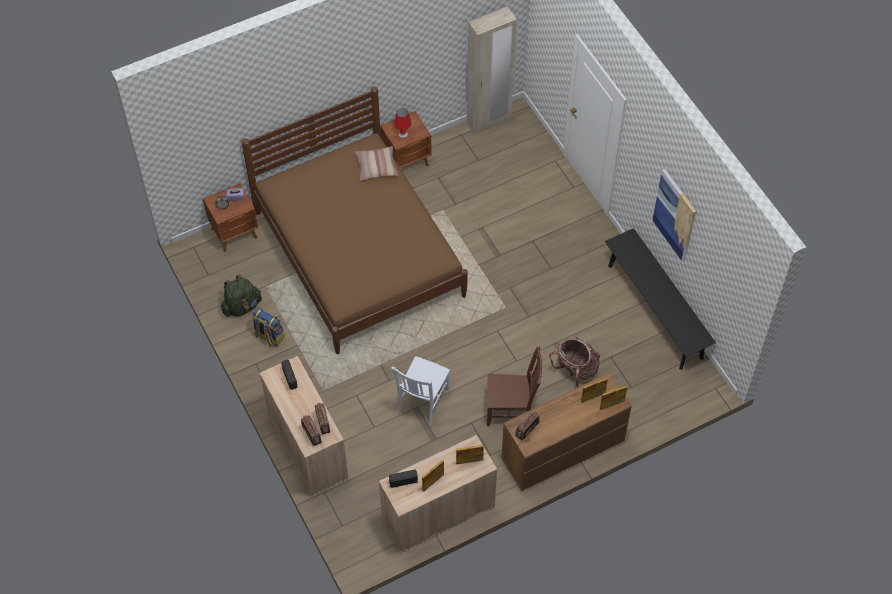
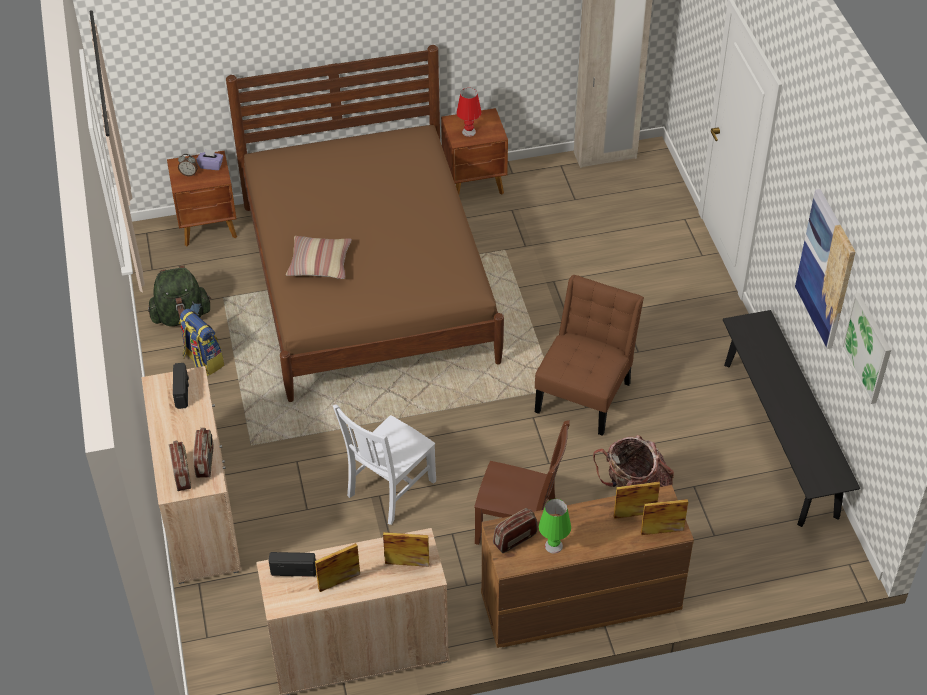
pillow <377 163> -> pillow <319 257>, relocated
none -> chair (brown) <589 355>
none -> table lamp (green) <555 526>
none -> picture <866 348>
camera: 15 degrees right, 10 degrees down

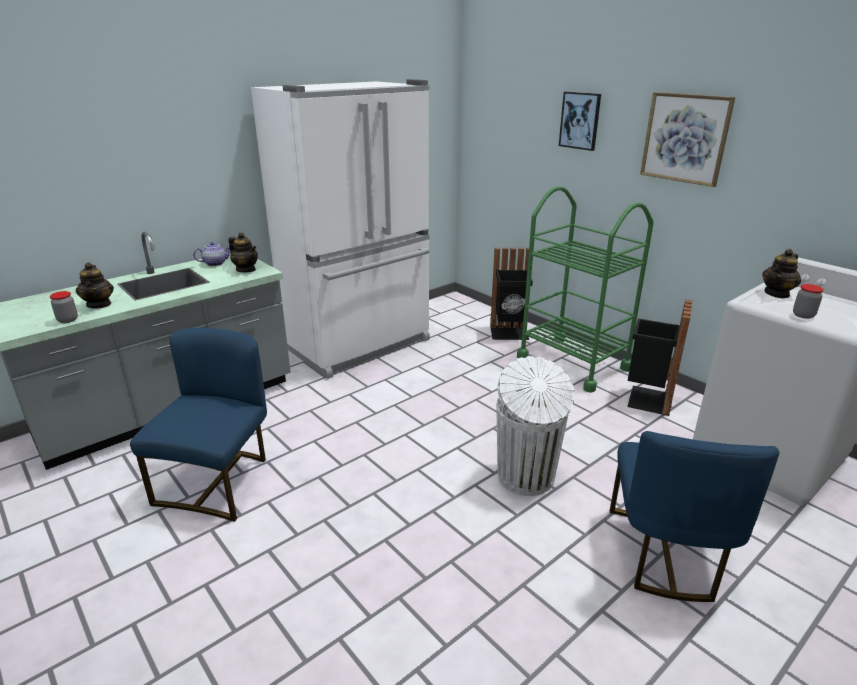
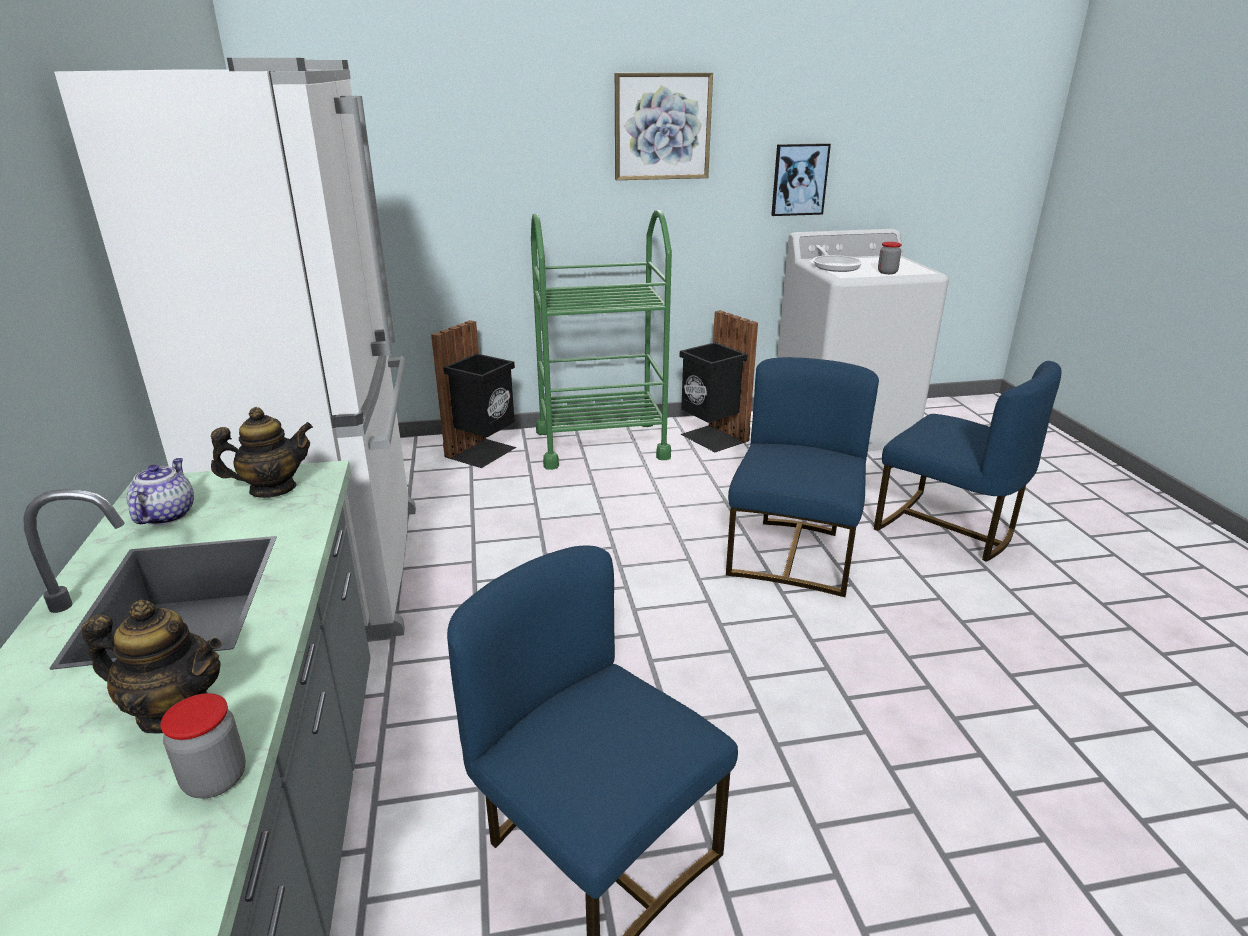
trash can (white) <535 426> -> chair (blue) <802 477>
picture <580 121> -> picture <801 179>, relocated
teapot <781 274> -> frying pan <837 258>
camera: 60 degrees left, 0 degrees up

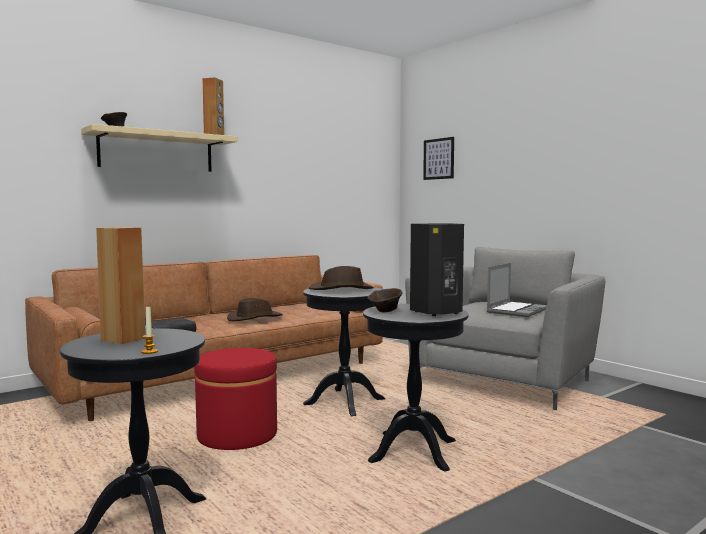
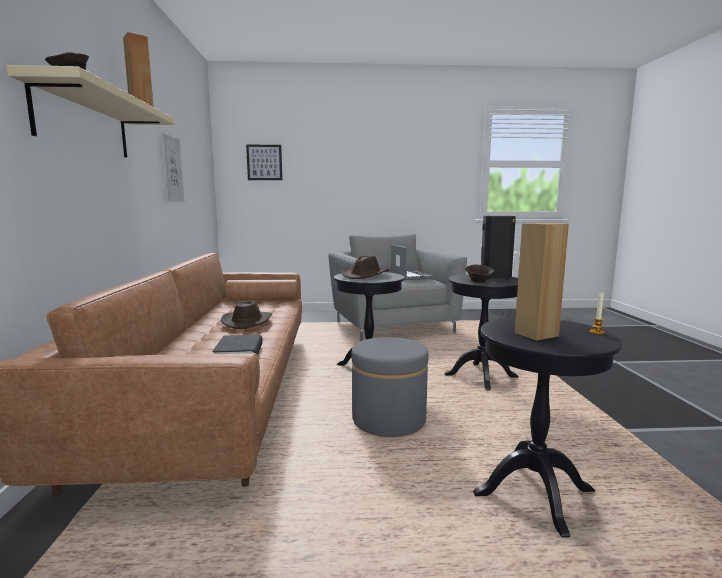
none -> picture <172 167>
ottoman (red) <235 399> -> ottoman (grey) <390 387>
camera: 55 degrees left, 5 degrees up

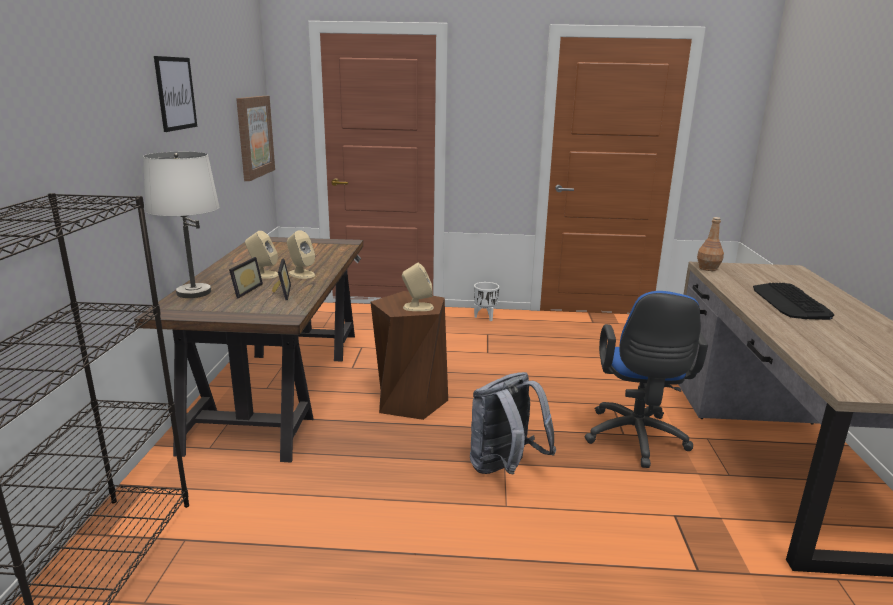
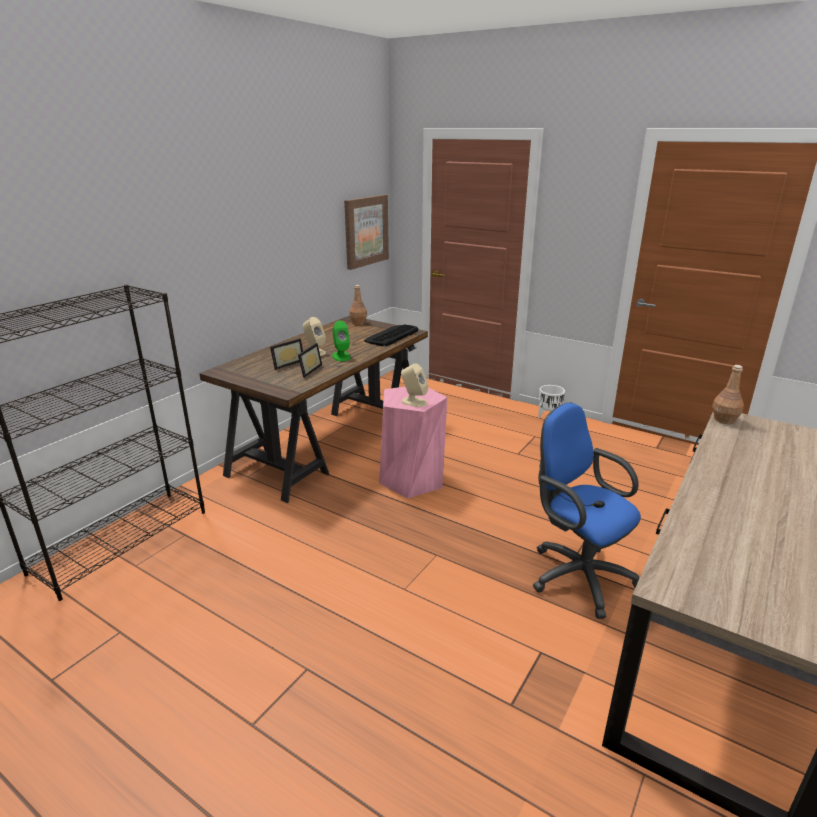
speaker (beige) <301 254> -> speaker (green) <341 341>
none -> bottle (brown) <358 305>
keyboard <793 301> -> keyboard <391 335>, relocated
stool (brown) <409 355> -> stool (pink) <413 443>
office chair (blue) <646 379> -> office chair (blue) <587 510>, 105 degrees clockwise
table lamp (white) <181 225> -> none
picture <175 94> -> none
backpack (grey) <513 423> -> none
camera: 30 degrees right, 5 degrees up

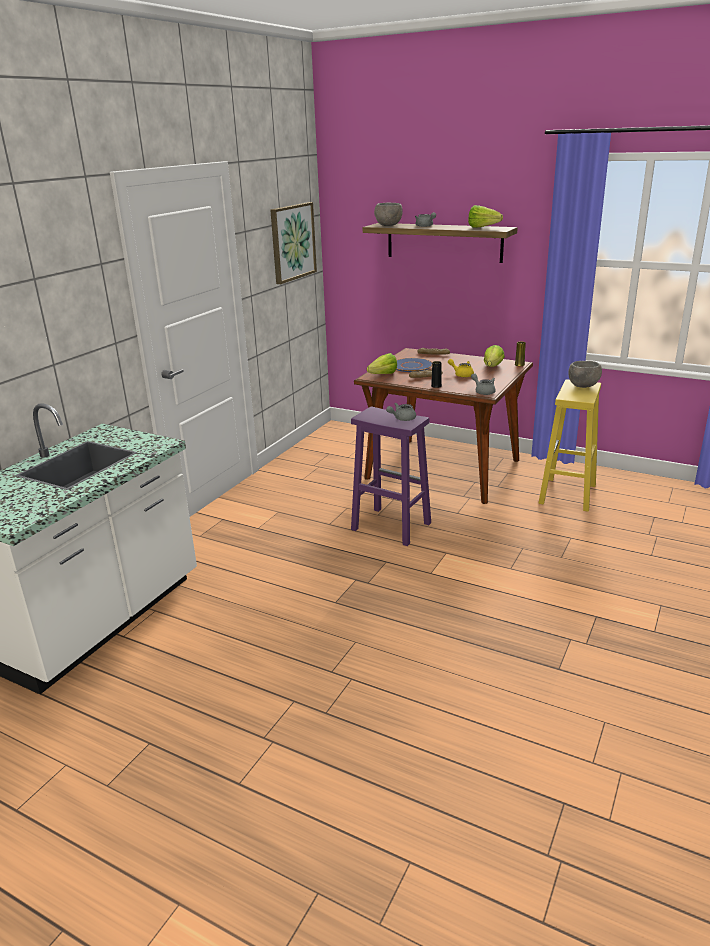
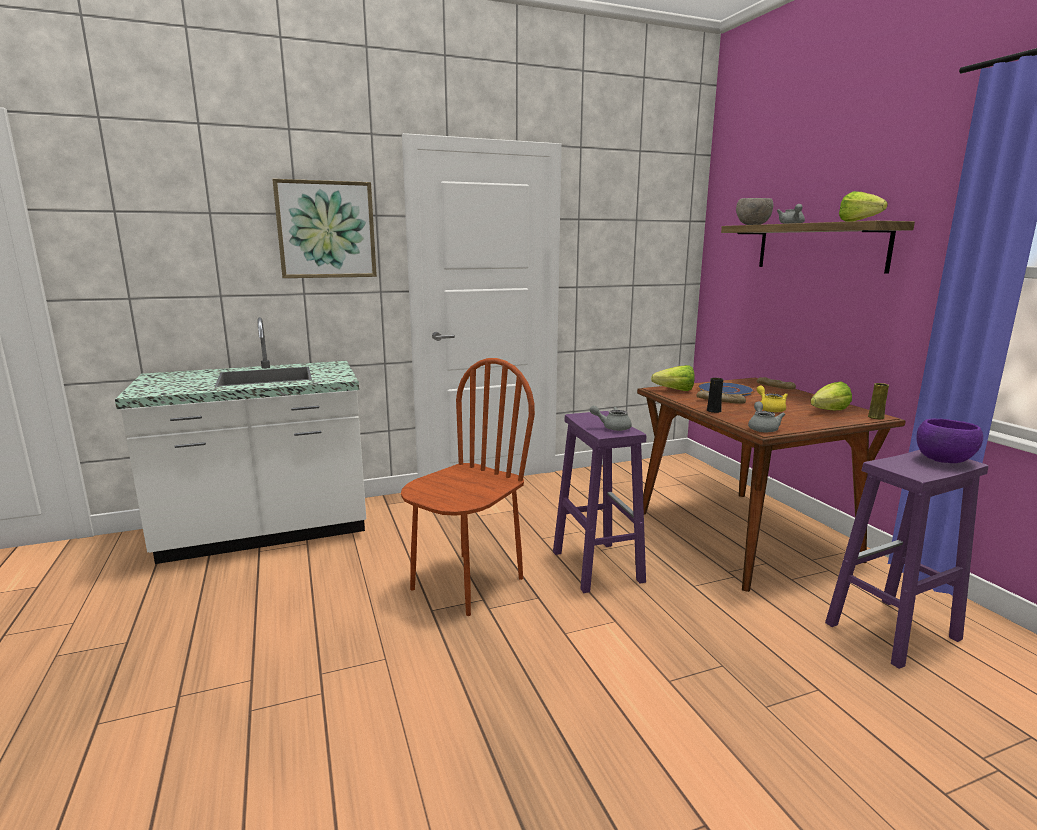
picture <293 243> -> picture <324 228>, relocated
none -> chair (brown) <468 487>
stool (yellow) <569 446> -> stool (purple) <906 559>
bowl (grey) <585 374> -> bowl (purple) <950 441>
camera: 40 degrees right, 10 degrees down

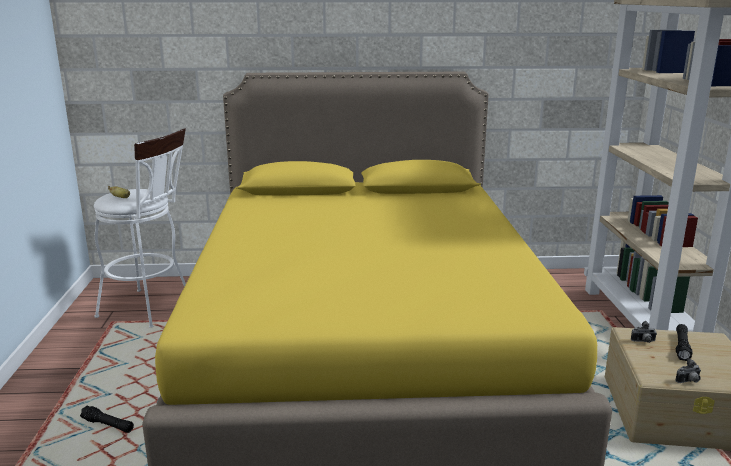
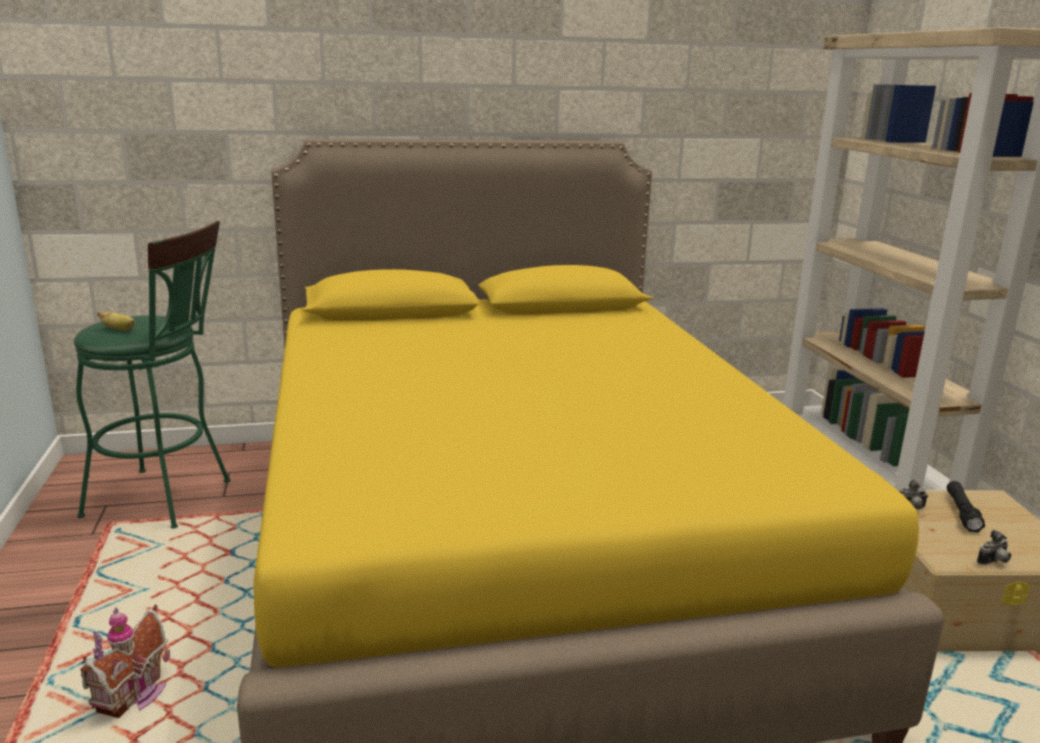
stool (white) <140 228> -> stool (green) <152 374>
flashlight (black) <107 419> -> toy house <126 661>
camera: 10 degrees left, 0 degrees up

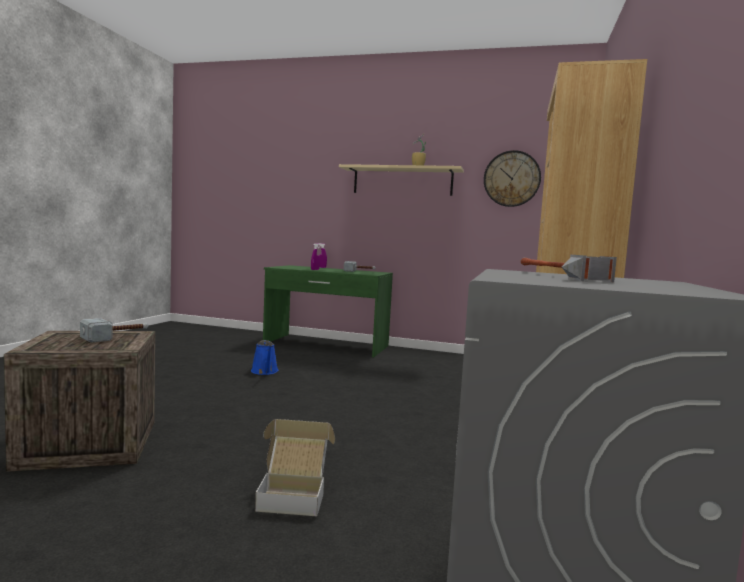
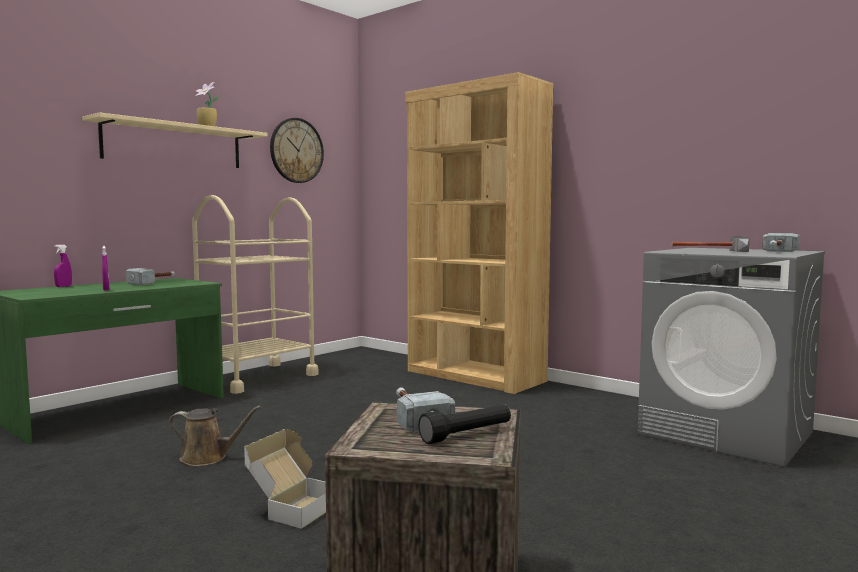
watering can (blue) <265 357> -> watering can (brown) <215 435>
none -> cart (beige) <255 294>
cardboard box <295 467> -> cardboard box <285 479>, relocated
none -> flashlight (black) <464 424>
none -> hammer <781 242>
camera: 65 degrees left, 0 degrees up

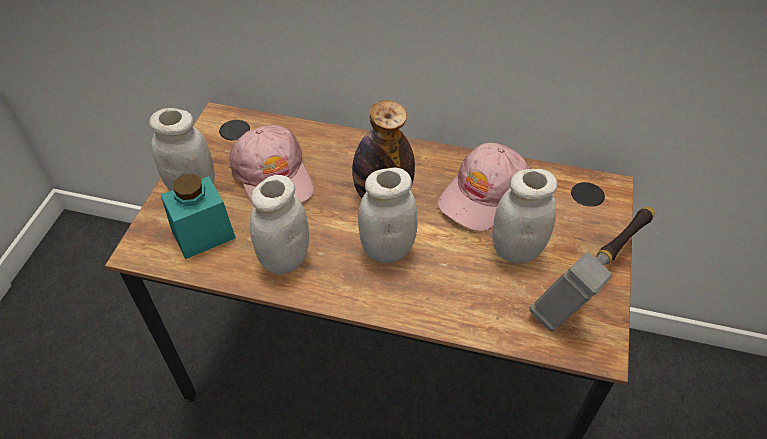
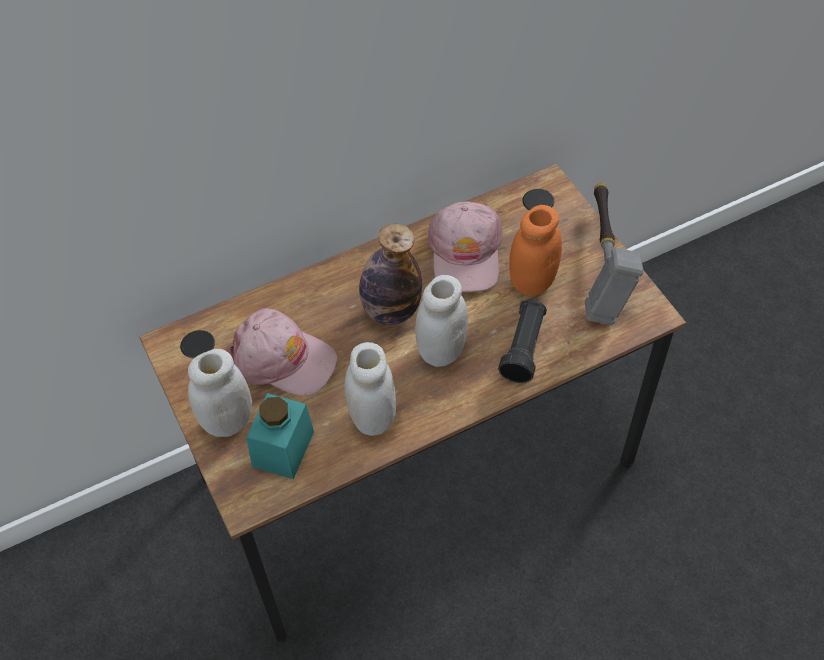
none -> flashlight (black) <522 341>
jar (white) <524 216> -> jar (orange) <535 250>
camera: 40 degrees left, 5 degrees up

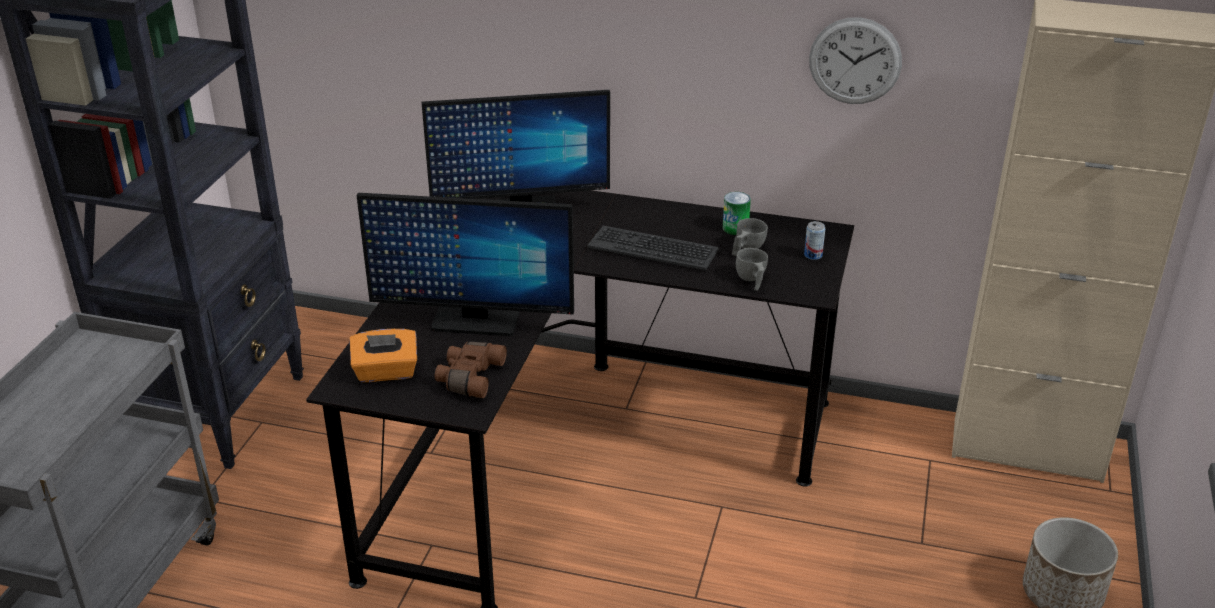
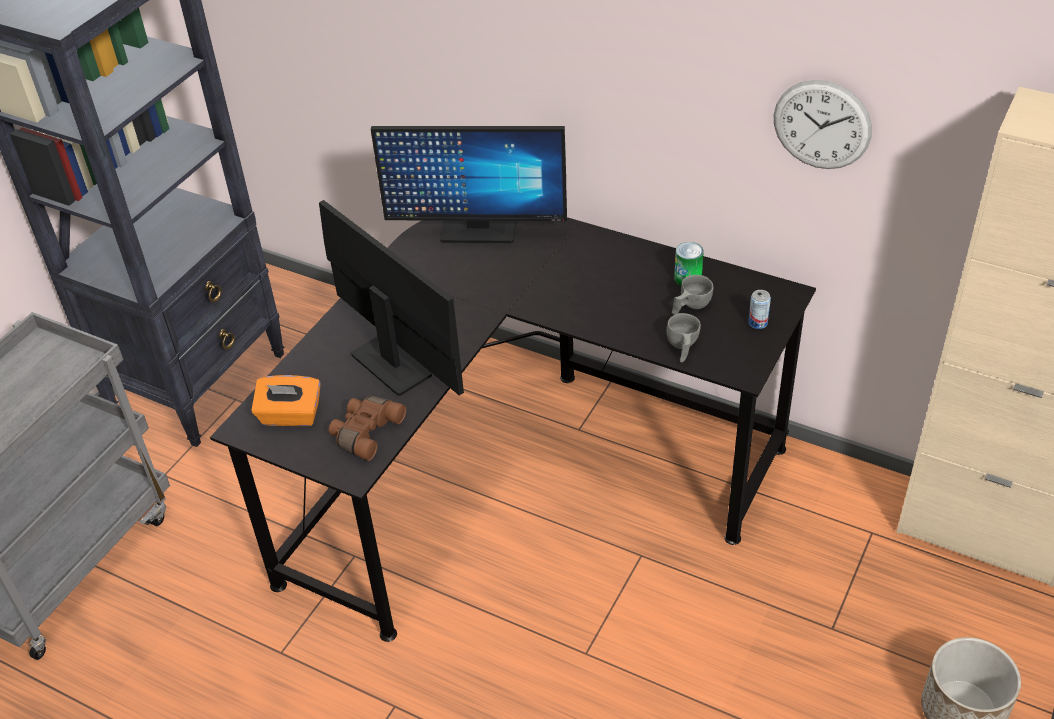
monitor <465 264> -> monitor <391 298>, 150 degrees counterclockwise
keyboard <653 248> -> none
camera: 15 degrees right, 10 degrees up

